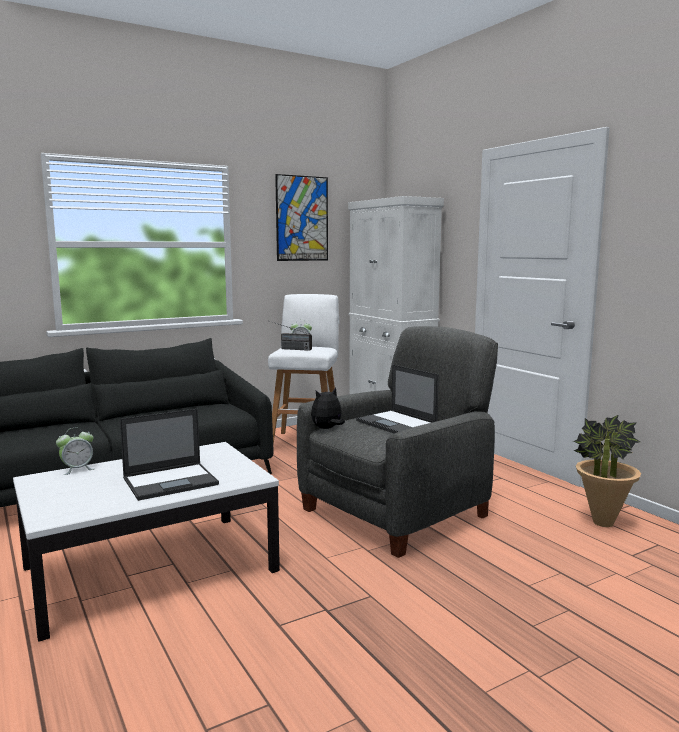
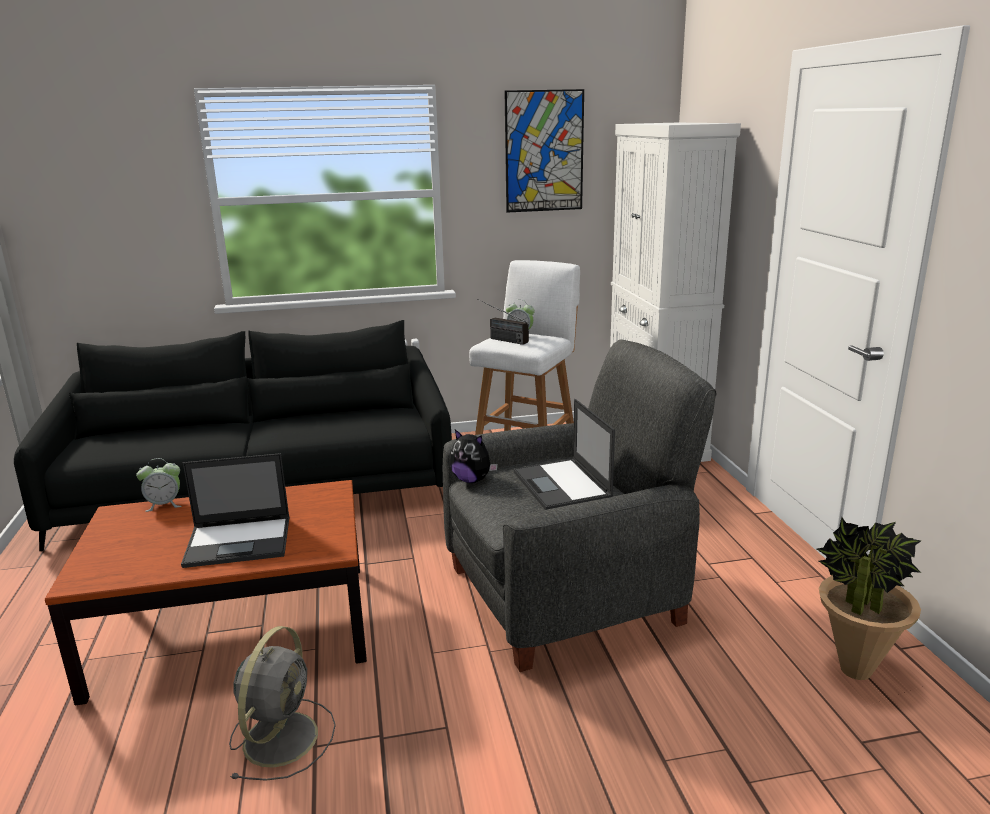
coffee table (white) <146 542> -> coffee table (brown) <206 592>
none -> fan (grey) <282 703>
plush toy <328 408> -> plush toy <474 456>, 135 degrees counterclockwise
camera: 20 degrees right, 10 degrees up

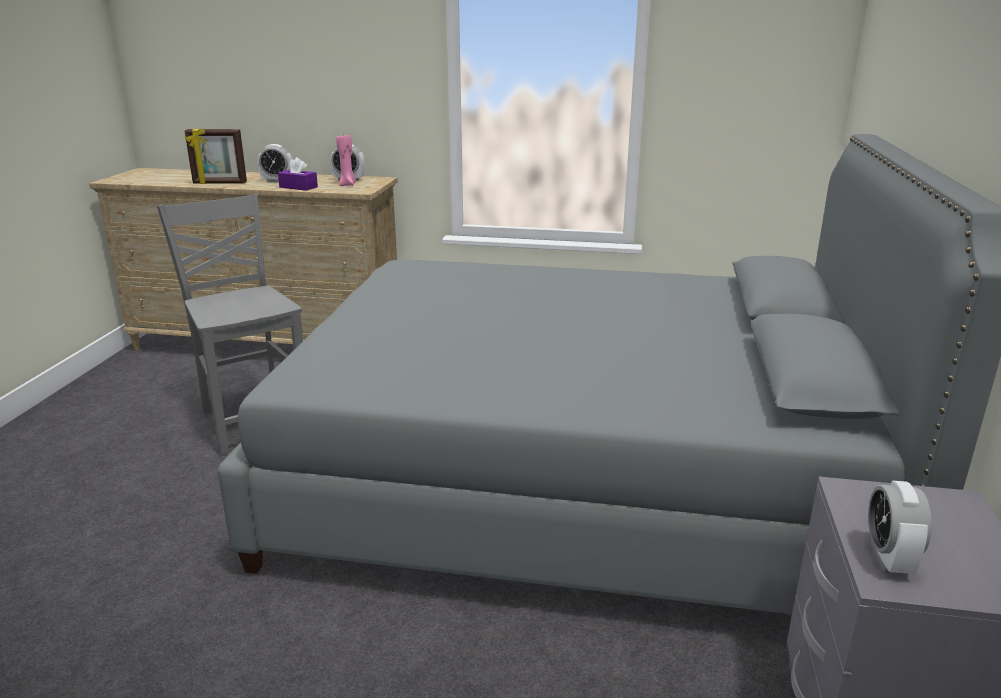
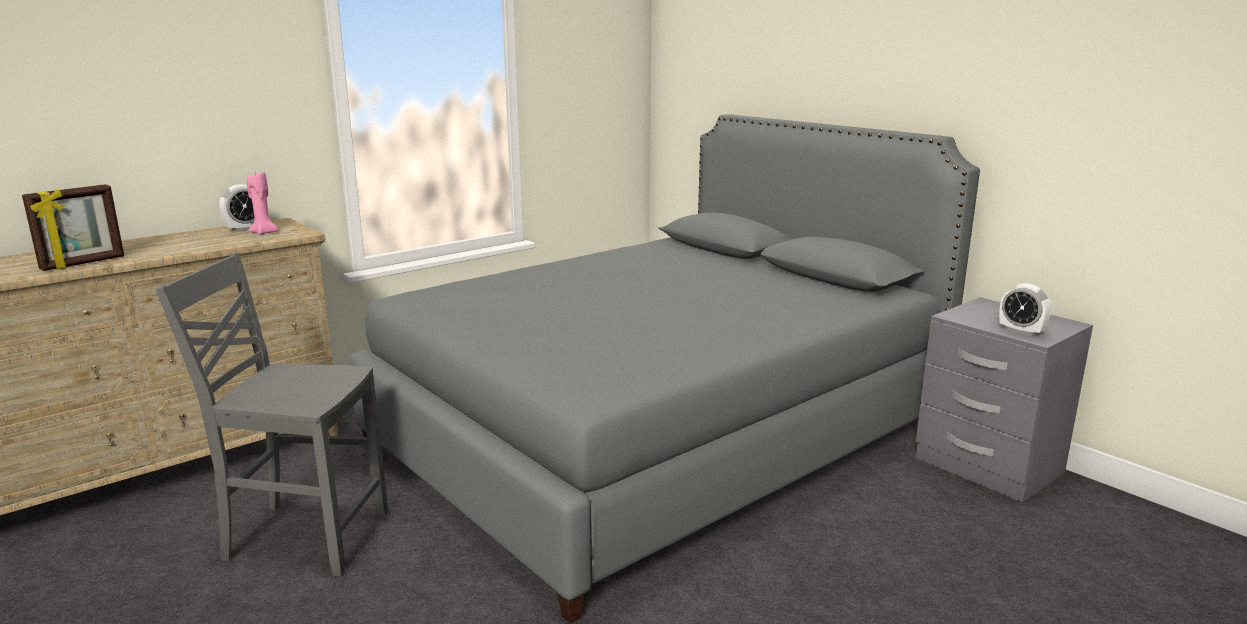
alarm clock <274 163> -> none
tissue box (purple) <298 174> -> none
camera: 50 degrees left, 5 degrees down

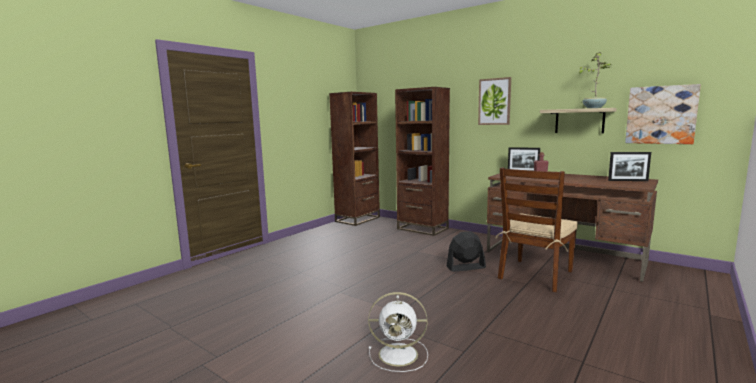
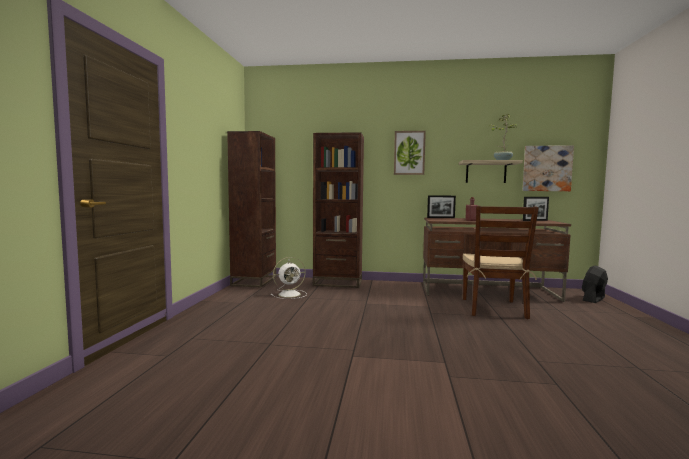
fan (white) <398 332> -> fan (white) <289 278>, relocated
fan (black) <466 251> -> fan (black) <595 284>, relocated
camera: 30 degrees left, 5 degrees down

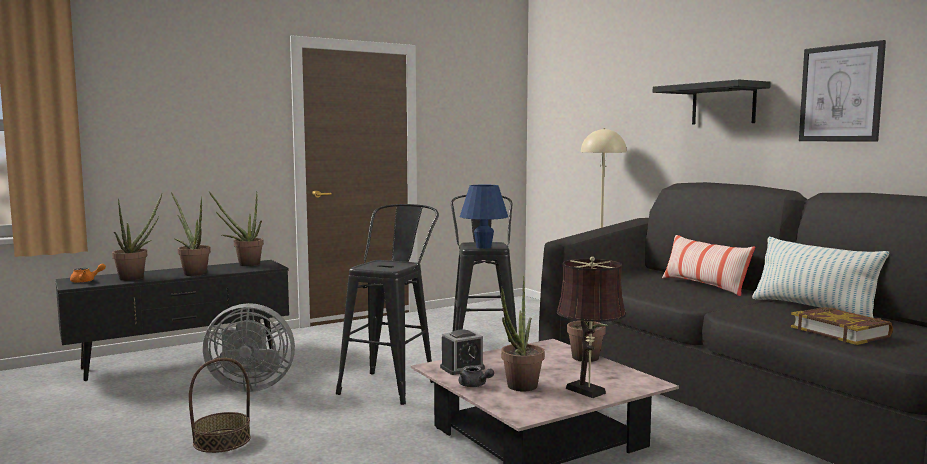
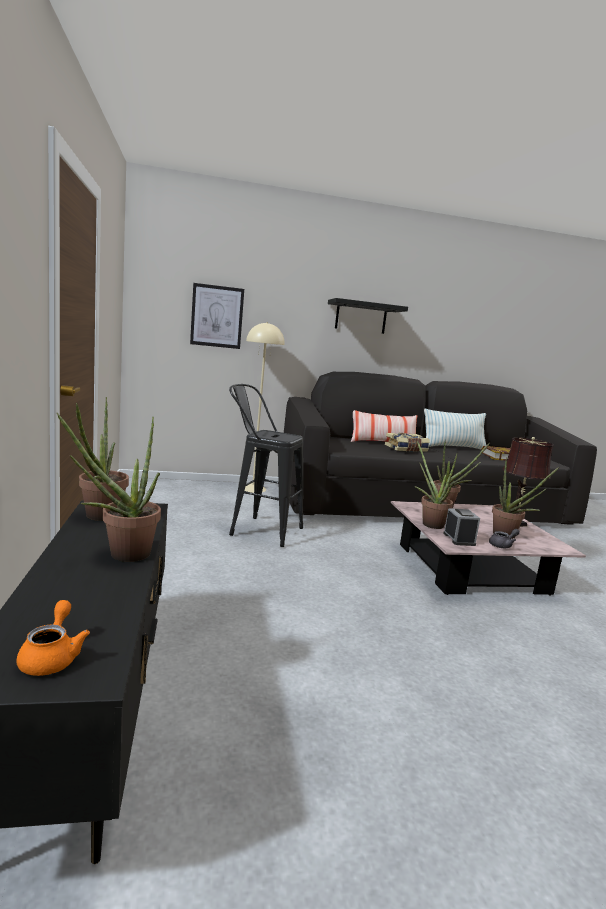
picture <842 91> -> picture <217 316>, relocated
none -> book <407 442>
potted plant <137 237> -> potted plant <436 485>, relocated
basket <220 405> -> none
fan (grey) <249 347> -> none
stool (black) <387 304> -> none
table lamp (blue) <484 217> -> none
camera: 70 degrees left, 5 degrees up

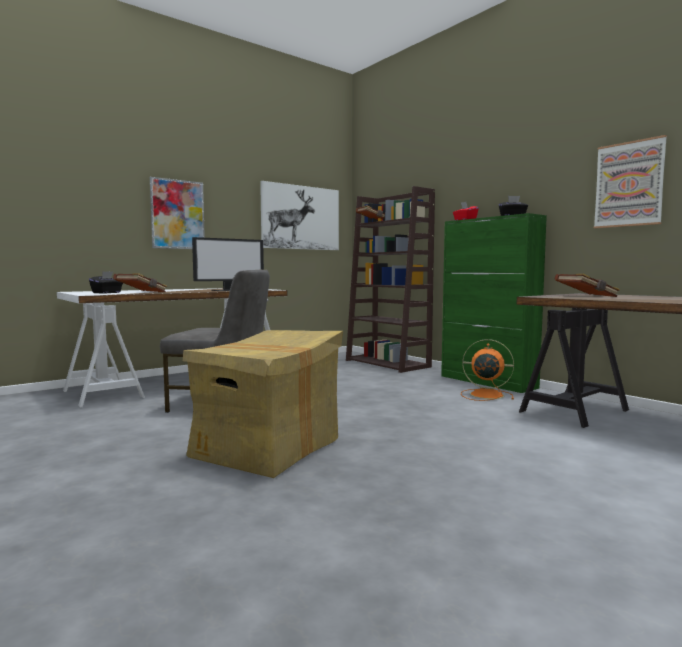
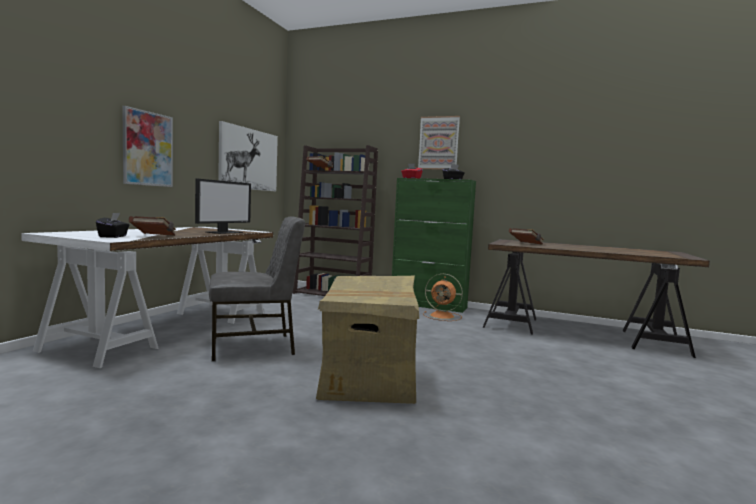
picture <630 181> -> picture <439 143>, relocated
fan (orange) <487 370> -> fan (orange) <443 297>, 150 degrees counterclockwise
camera: 30 degrees left, 0 degrees up

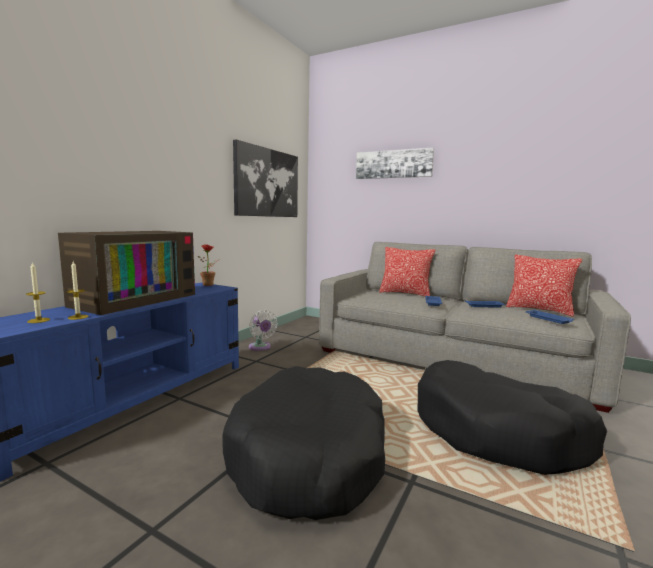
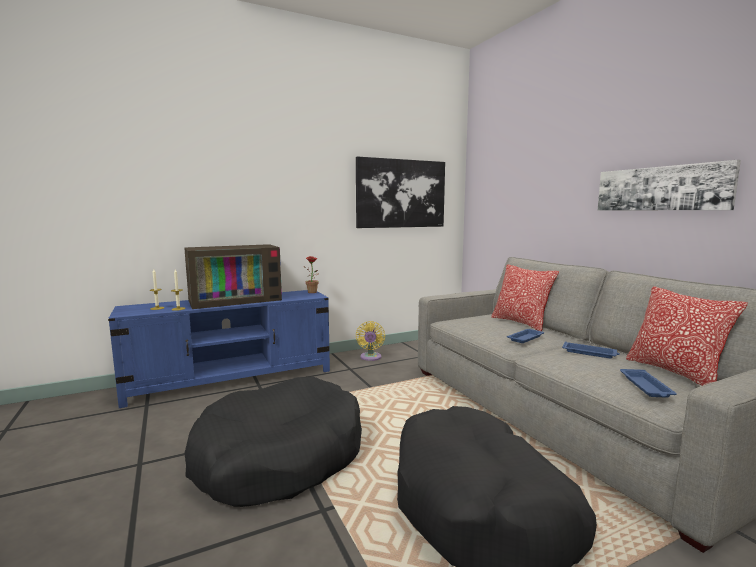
fan (white) <263 330> -> fan (yellow) <370 341>
picture <395 163> -> picture <669 185>, relocated
camera: 35 degrees right, 0 degrees up

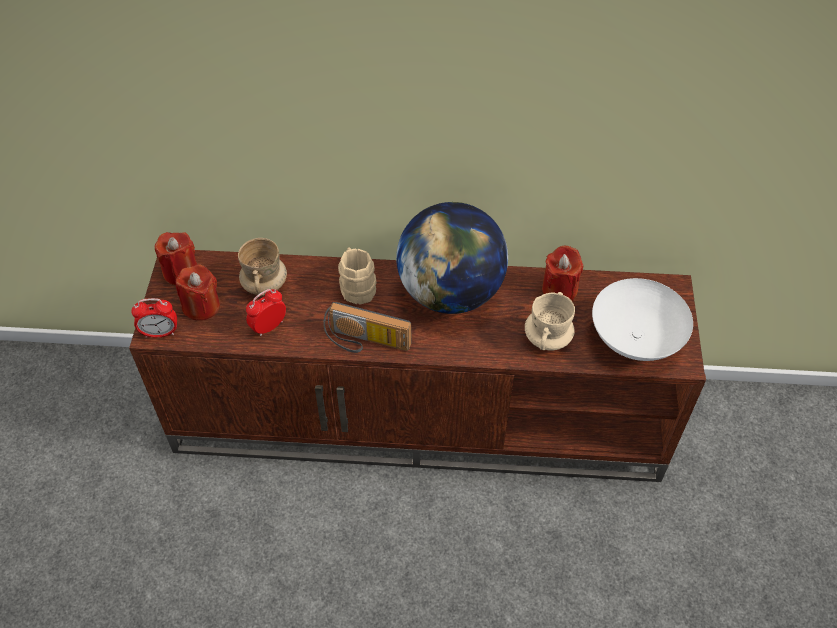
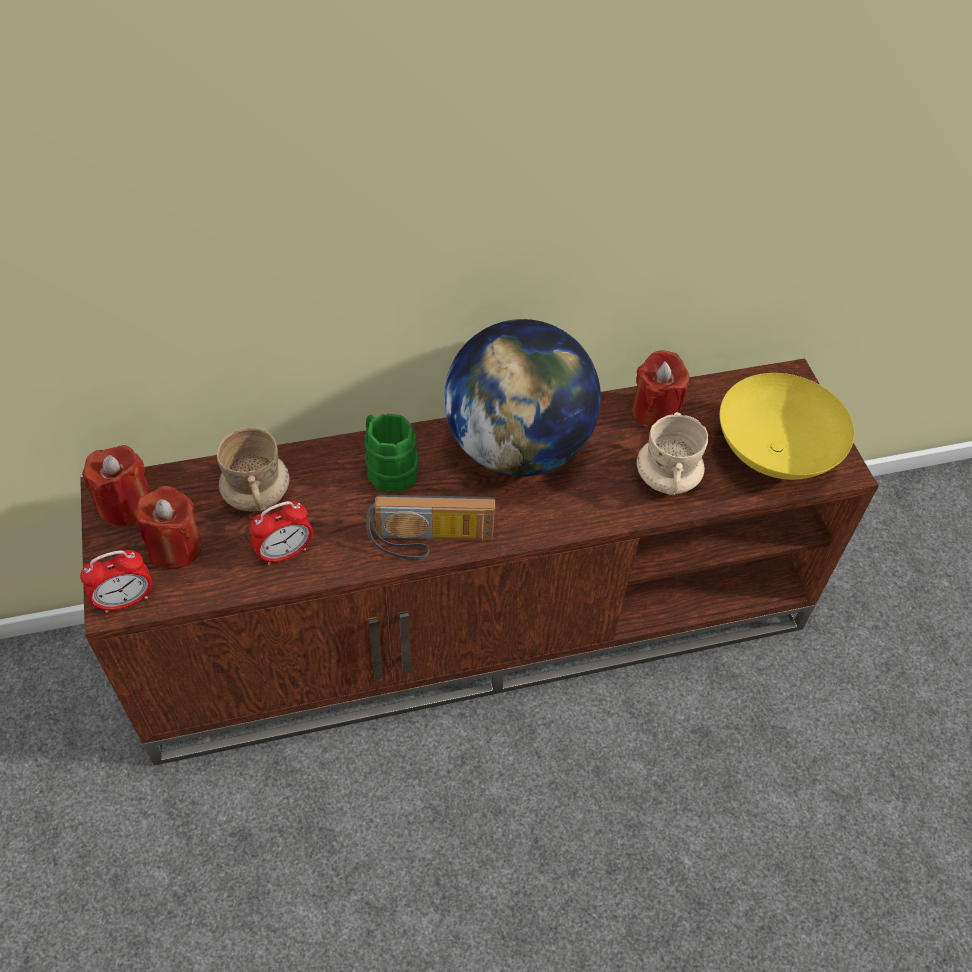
alarm clock <266 312> -> alarm clock <281 533>, 150 degrees counterclockwise
mug (beige) <357 276> -> mug (green) <391 453>
bowl (white) <642 319> -> bowl (yellow) <786 426>
camera: 20 degrees left, 0 degrees up

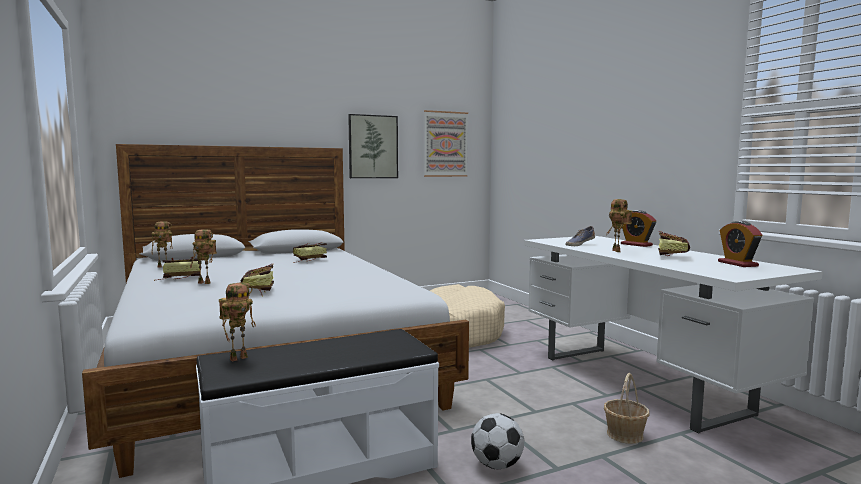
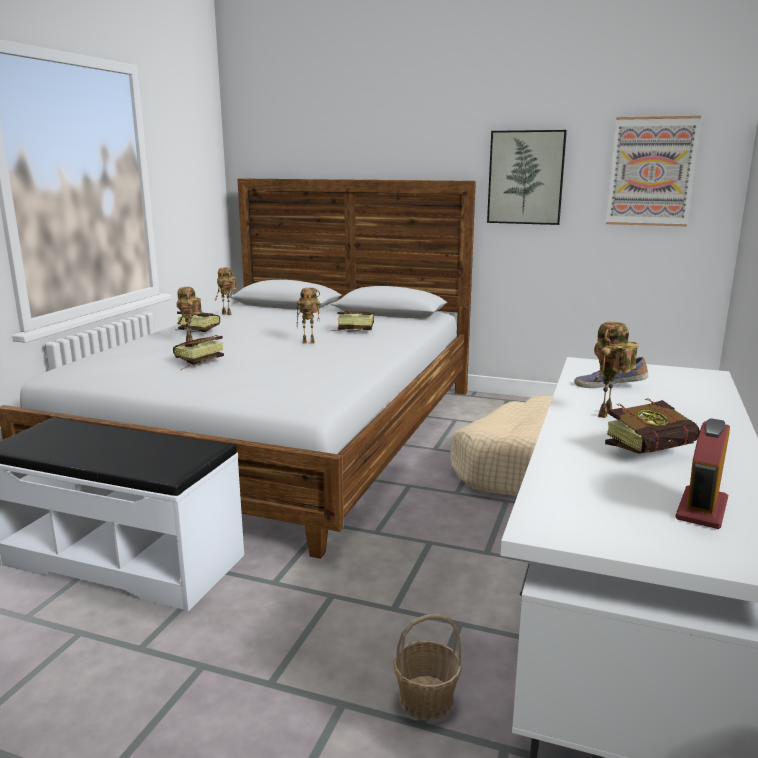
toy robot <237 322> -> toy robot <308 316>, relocated
football <497 441> -> none
alarm clock <638 228> -> none
camera: 45 degrees right, 10 degrees up

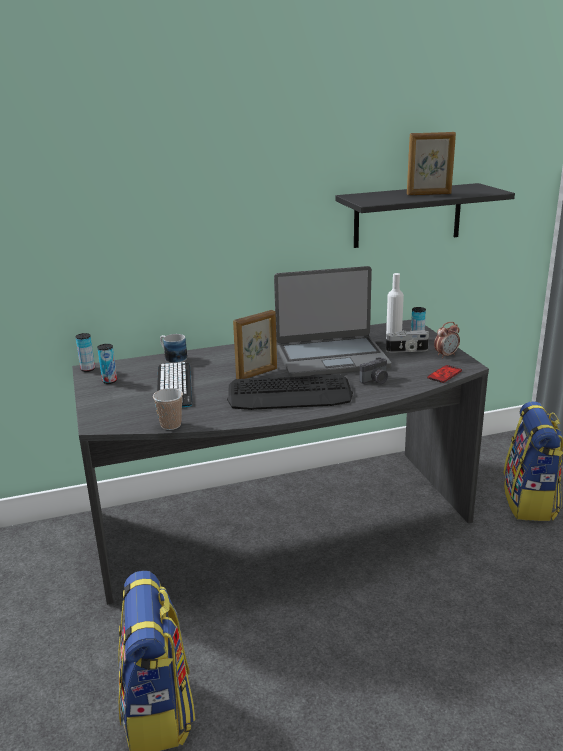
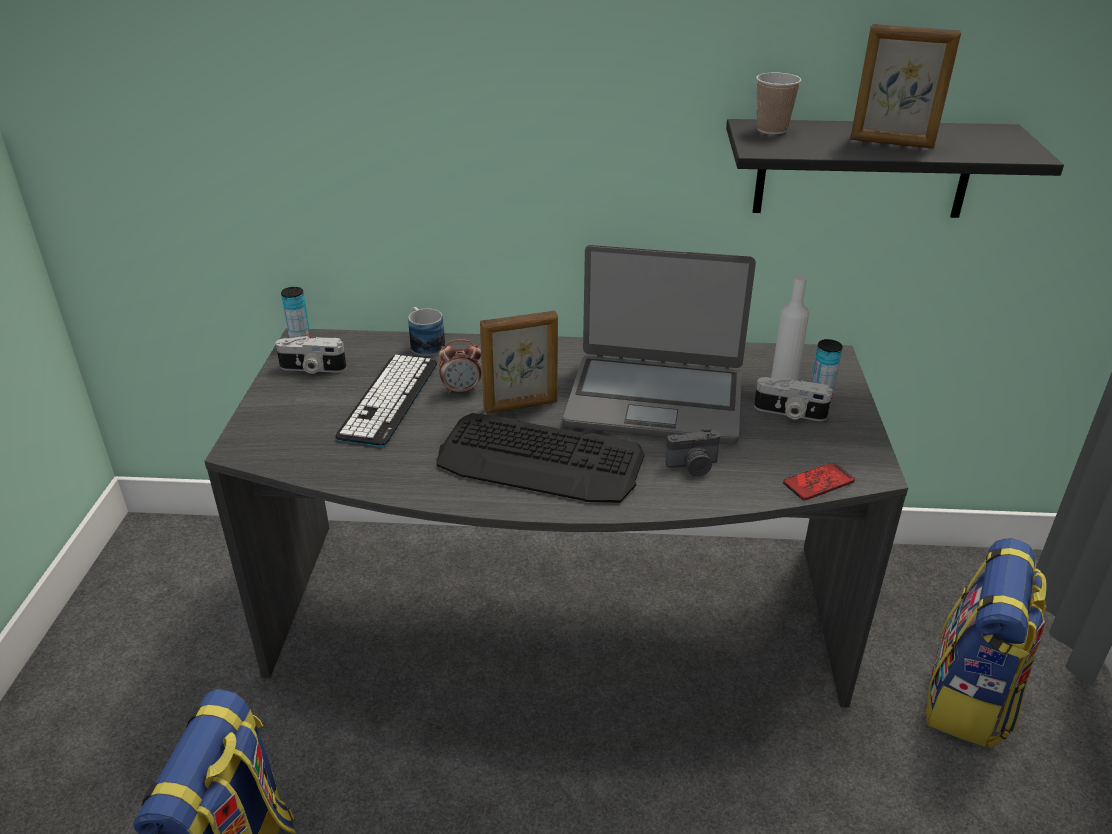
can <107 364> -> photo camera <311 355>
alarm clock <447 340> -> alarm clock <460 366>, relocated
cup <168 409> -> cup <778 103>, relocated
camera: 20 degrees right, 10 degrees up

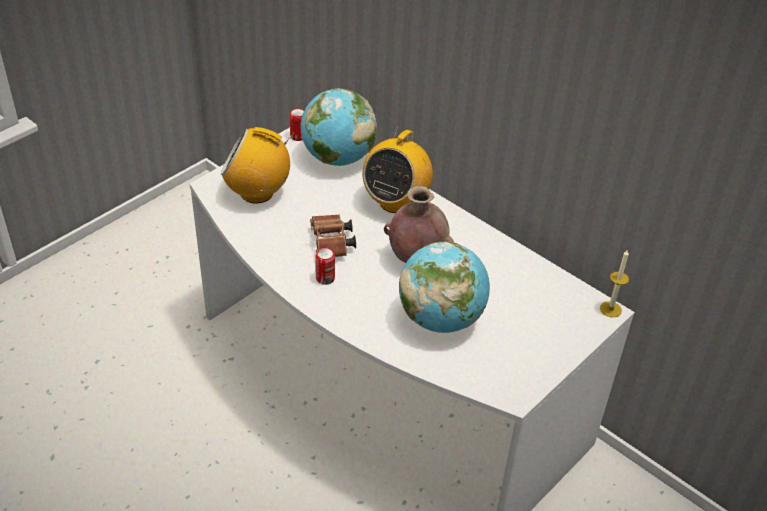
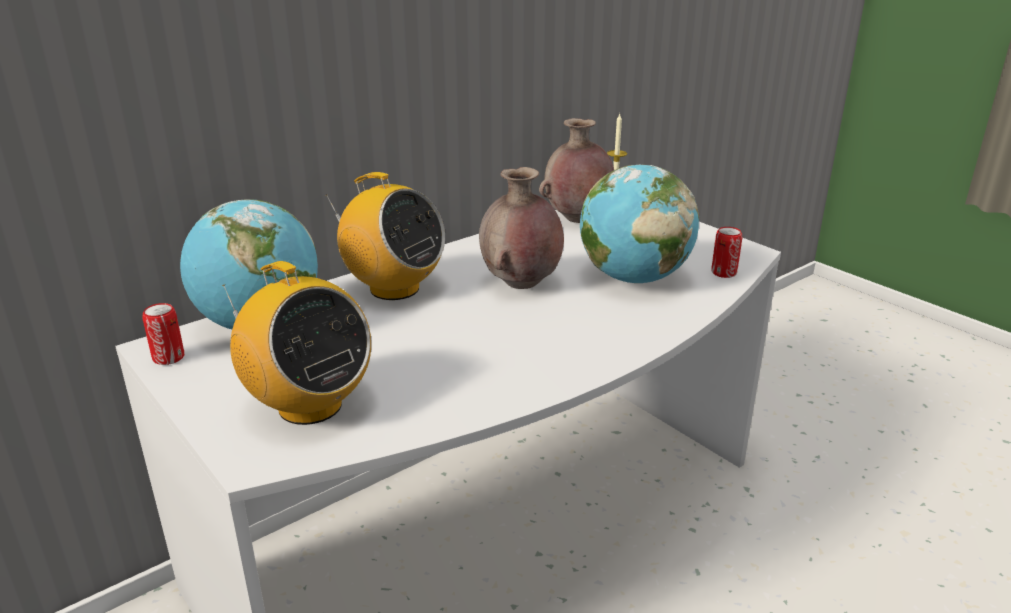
radio <258 165> -> radio <296 343>, 60 degrees counterclockwise
none -> vase (brown) <576 170>
can <325 266> -> can <726 252>, relocated
binoculars (brown) <333 235> -> none
camera: 80 degrees left, 15 degrees down

